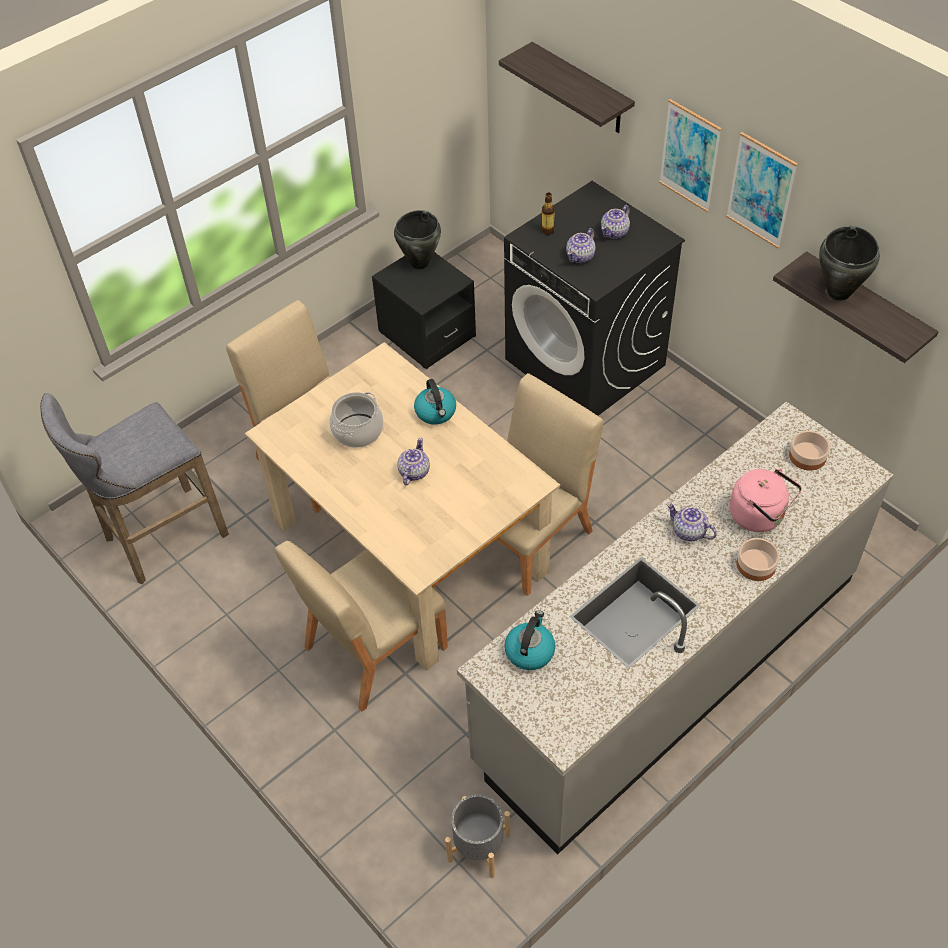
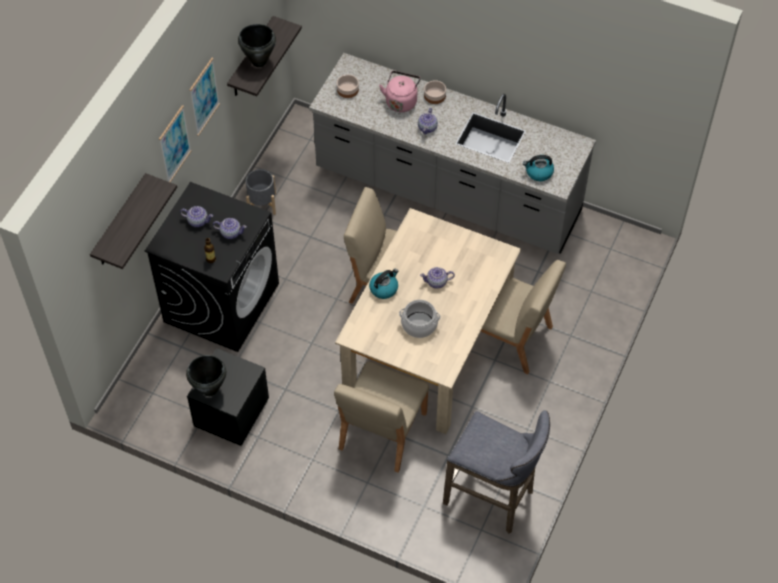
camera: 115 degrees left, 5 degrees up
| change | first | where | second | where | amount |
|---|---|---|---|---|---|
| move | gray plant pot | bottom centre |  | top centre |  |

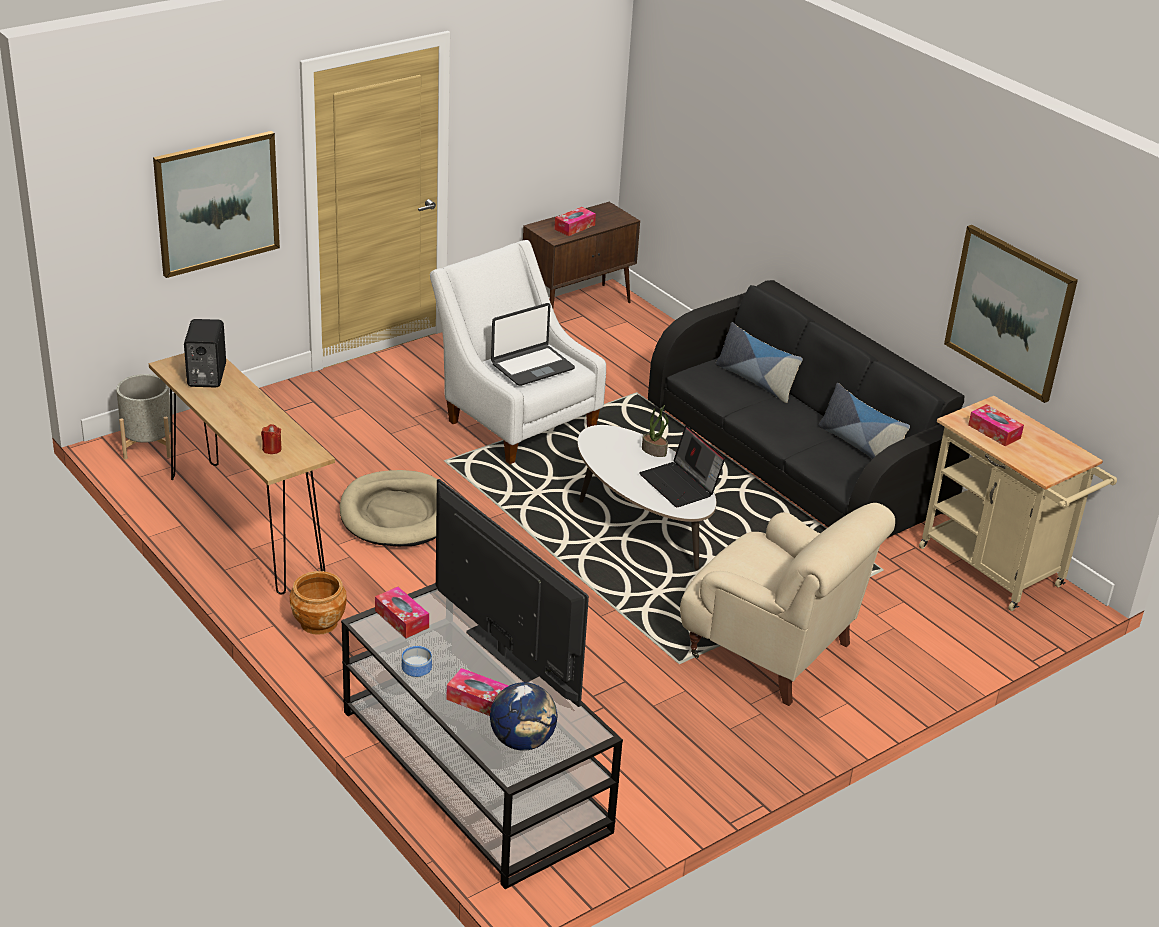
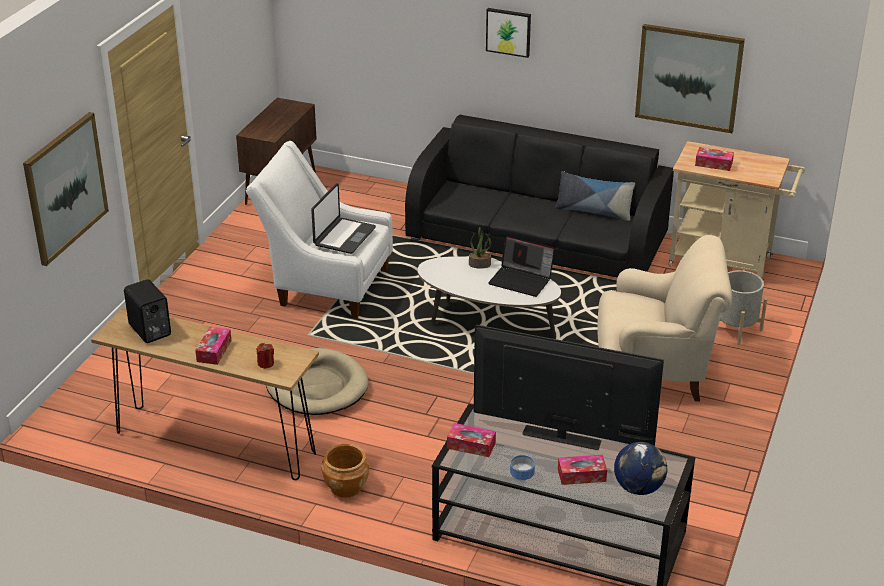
camera: 30 degrees left, 0 degrees up
| change | first | where | second | where | amount |
|---|---|---|---|---|---|
| move | tissue holder (3rd from left in the first image) | top centre | tissue holder (1st from left) | middle left |  |
| insert |  |  | wall picture (2nd from left) | top centre |  |
| move | gray plant pot | middle left |  | middle right |  |
| delete | pillow (1st from left) | centre |  |  |  |

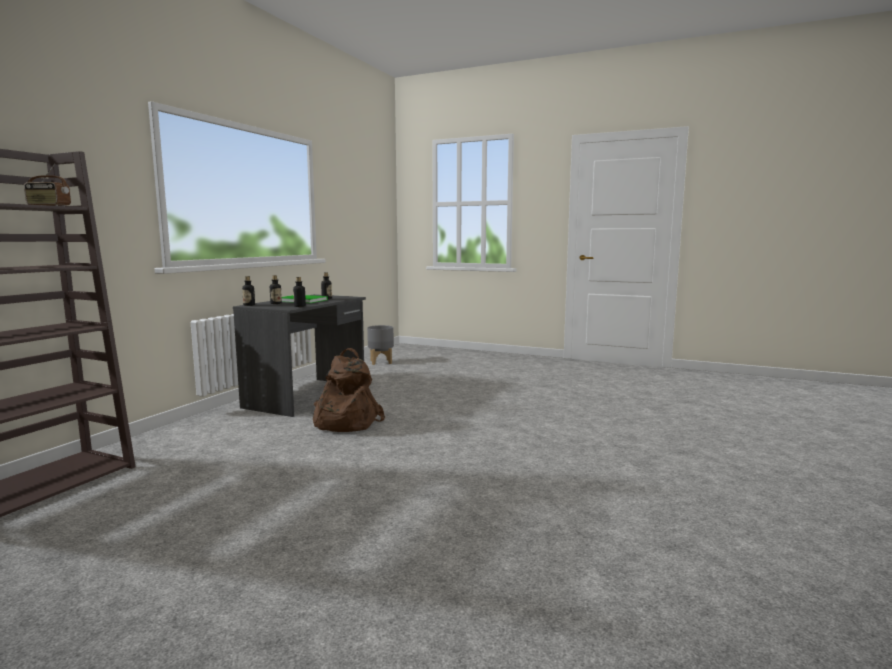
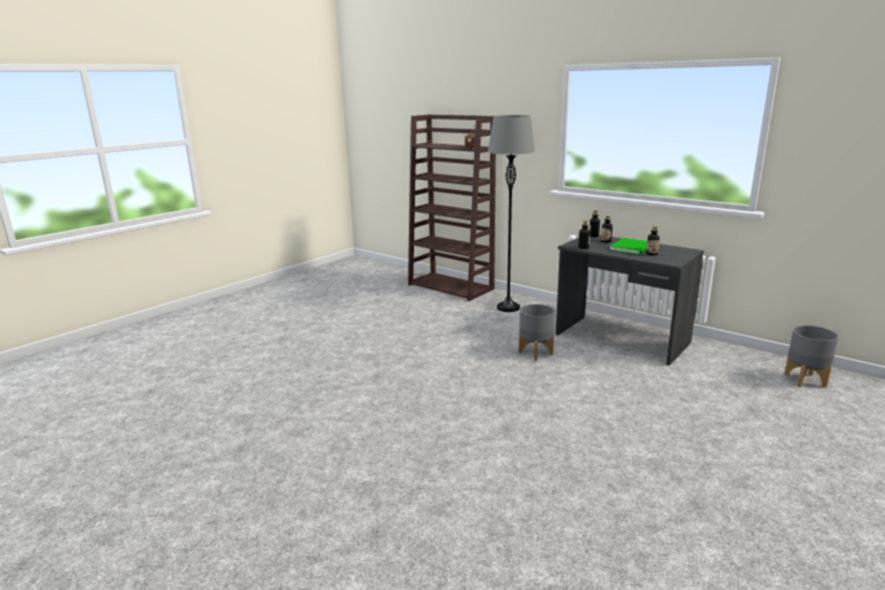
camera: 105 degrees right, 10 degrees up
| change | first | where | second | where | amount |
|---|---|---|---|---|---|
| insert |  |  | gray standing lamp | centre |  |
| replace | brownish knapsack | centre | gray plant pot (1st from left) | centre |  |

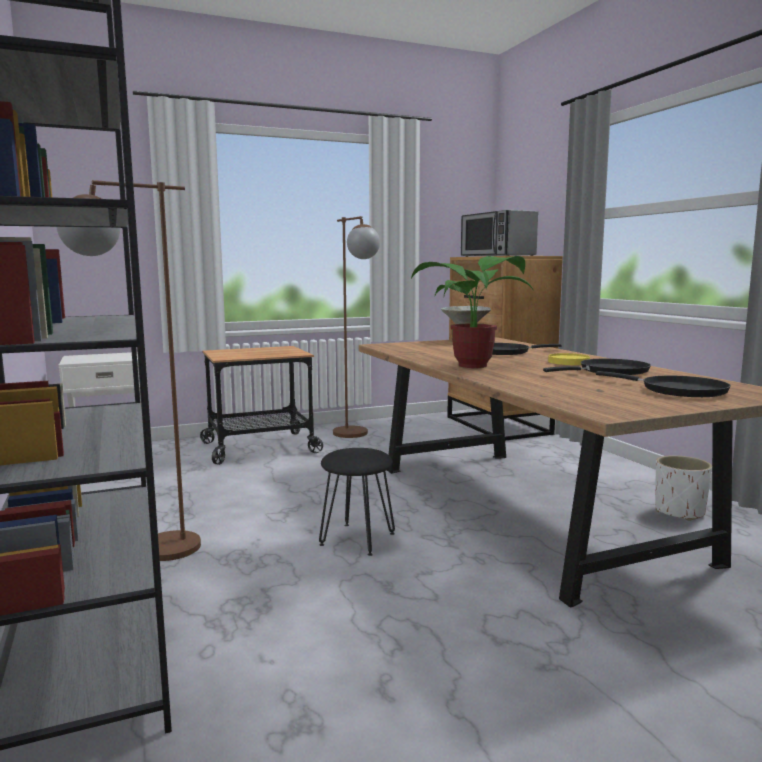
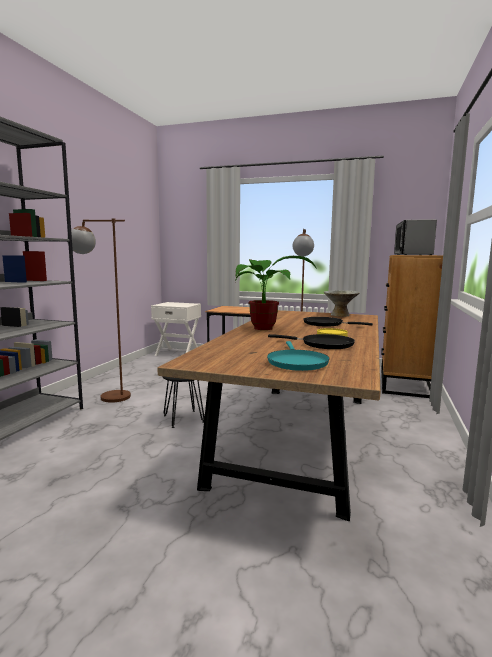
camera: 40 degrees right, 0 degrees up
| change | first | where | second | where | amount |
|---|---|---|---|---|---|
| recolor | black-coloured pan (3rd from left) | middle right | turquoise-coloured pan | centre |  |
| delete | whitish plant pot | middle right |  |  |  |

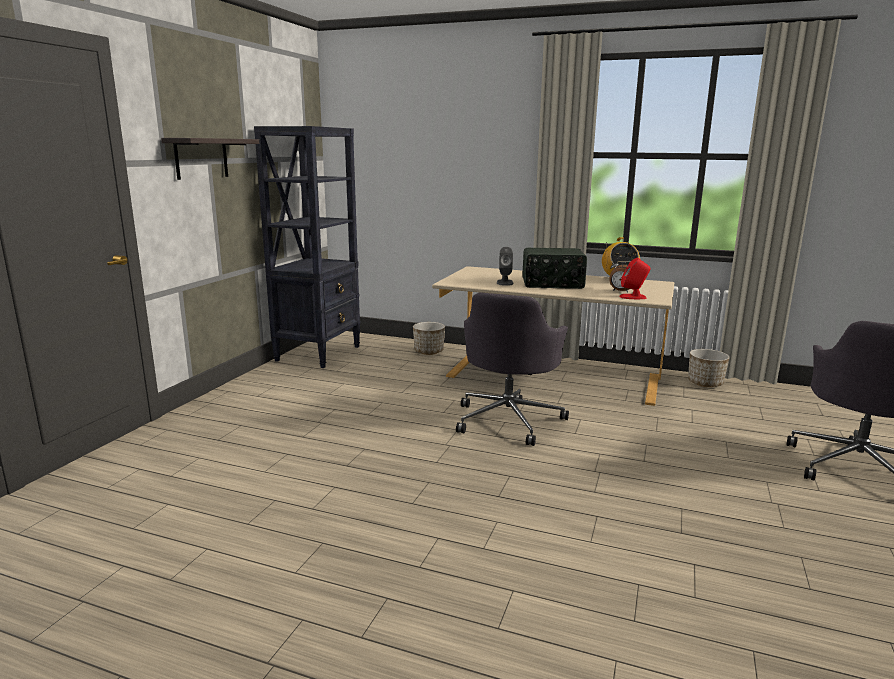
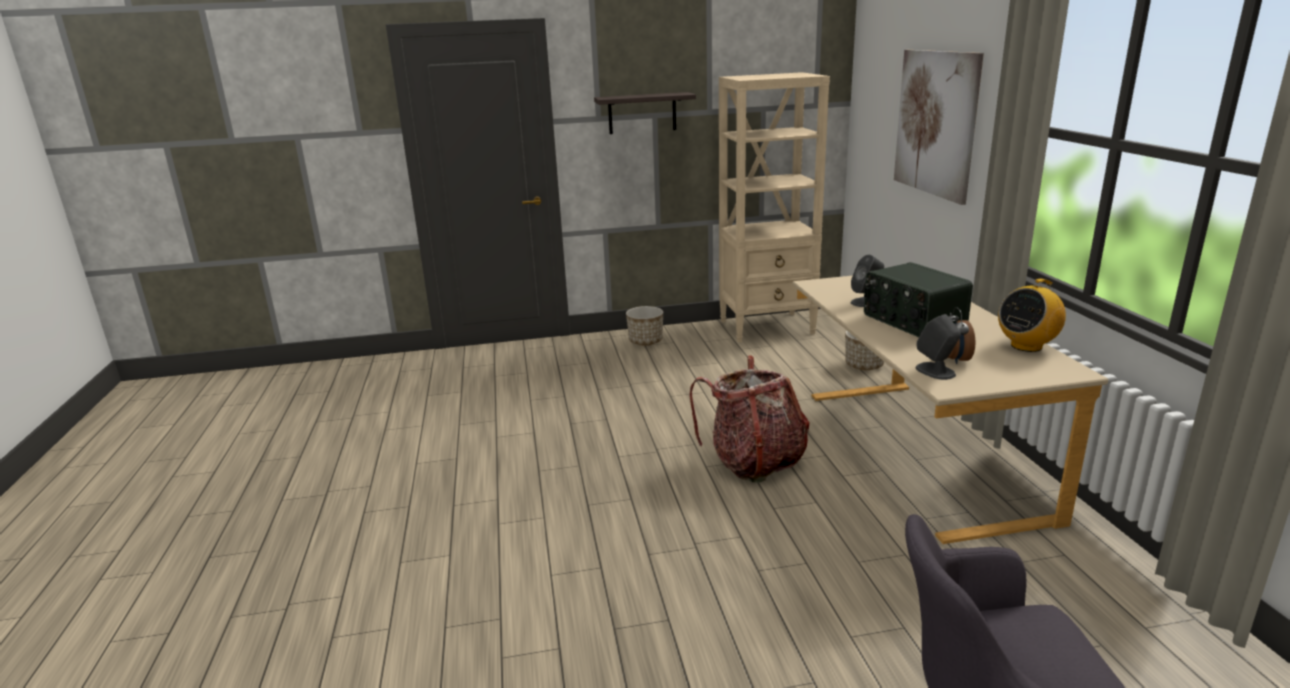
camera: 60 degrees right, 5 degrees up
| change | first | where | second | where | amount |
|---|---|---|---|---|---|
| move | plant pot (2nd from left in the first image) | middle right | plant pot (1st from left) | centre |  |
| replace | gray desk chair (1st from left) | centre | knapsack | centre |  |
| recolor | black-coloured bookshelf | centre | beige-coloured bookshelf | top centre |  |
| insert |  |  | wall picture | top right |  |
| recolor | red-coloured loudspeaker | middle right | gray loudspeaker (2nd from left) | middle right |  |

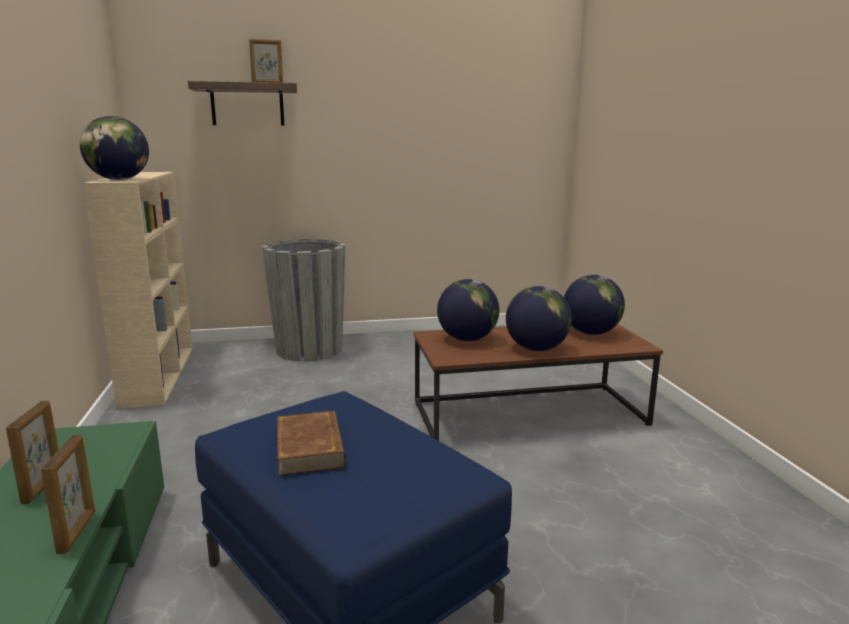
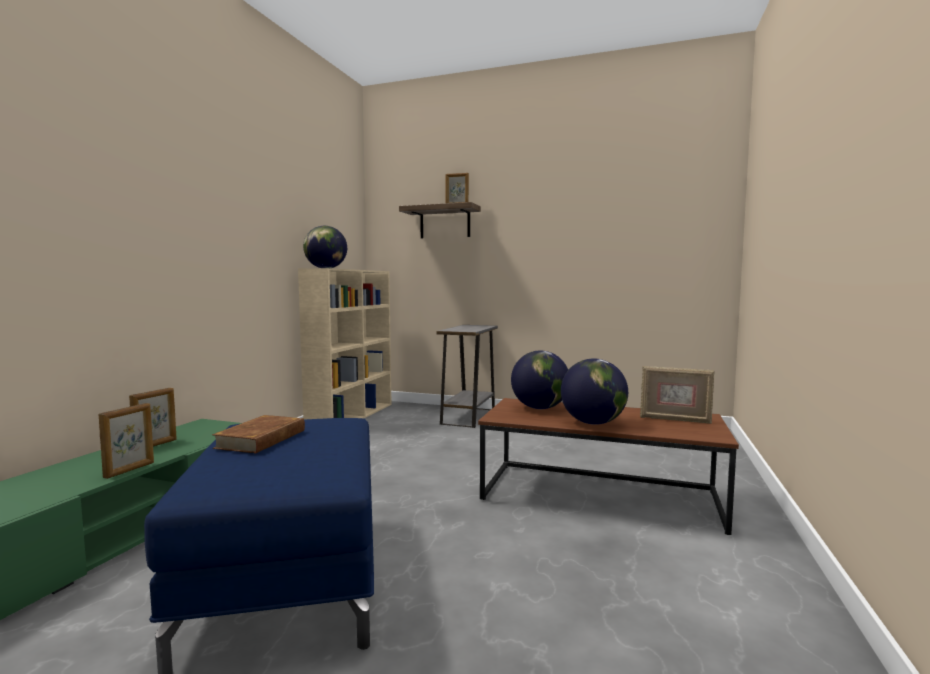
camera: 30 degrees right, 10 degrees down
| change | first | where | second | where | amount |
|---|---|---|---|---|---|
| replace | gray plant pot | centre | gray accent table | centre |  |
| replace | world globe (4th from left) | middle right | picture frame (4th from left) | middle right |  |

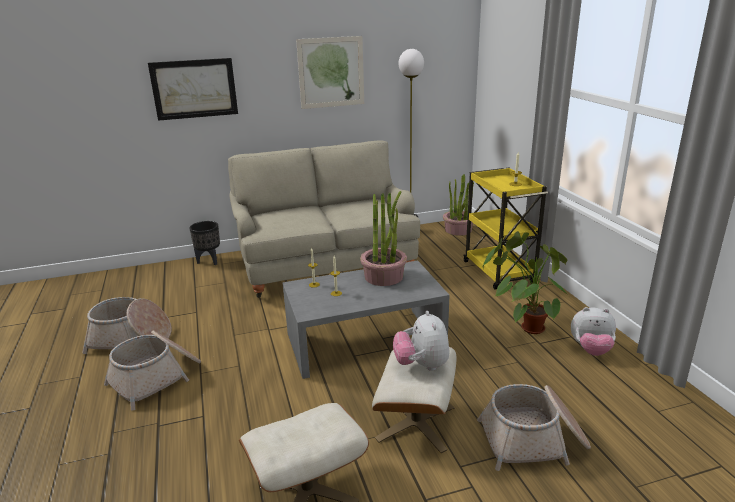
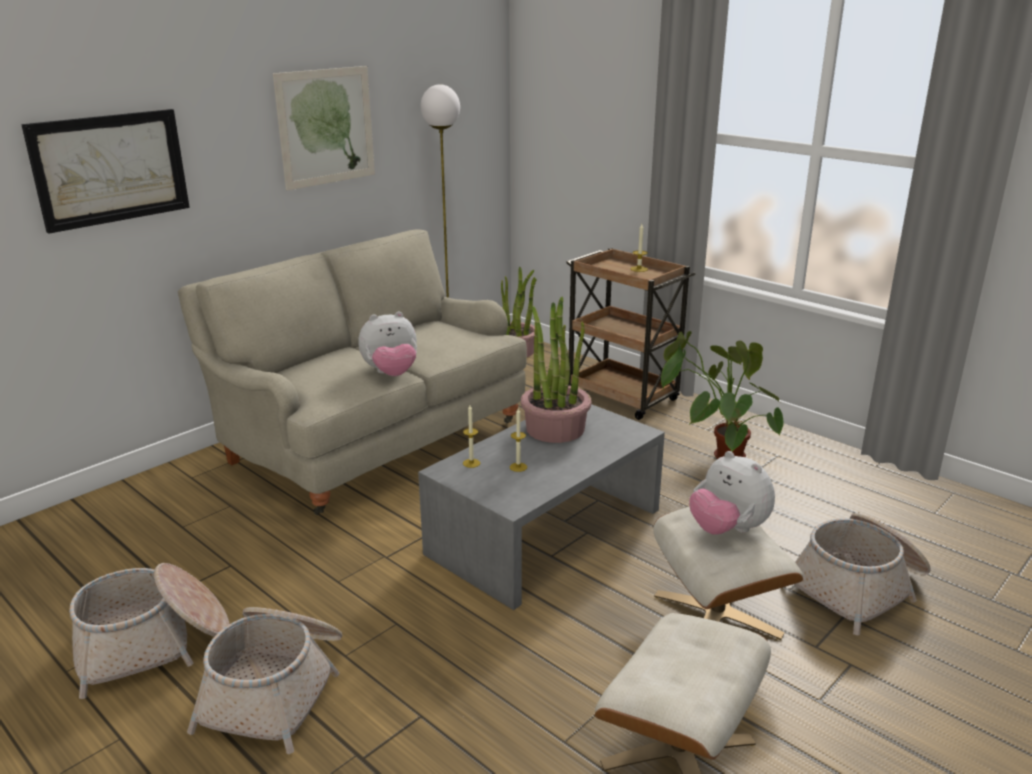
camera: 30 degrees left, 0 degrees up
| change | first | where | second | where | amount |
|---|---|---|---|---|---|
| move | cuddly toy (2nd from left in the first image) | middle right | cuddly toy (1st from left) | centre |  |
| recolor | yellow trolley | middle right | brownish trolley | centre |  |
| delete | black-coloured plant pot | middle left |  |  |  |

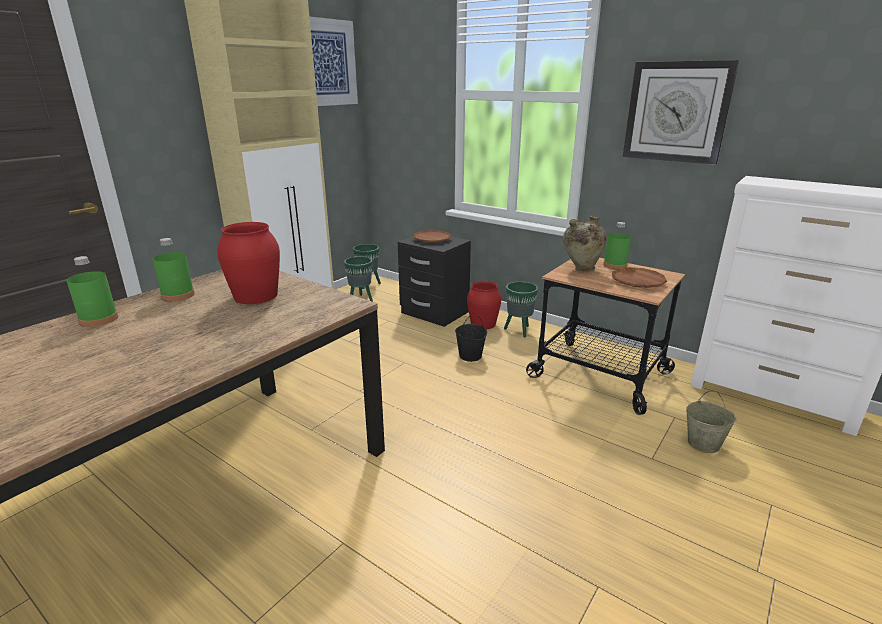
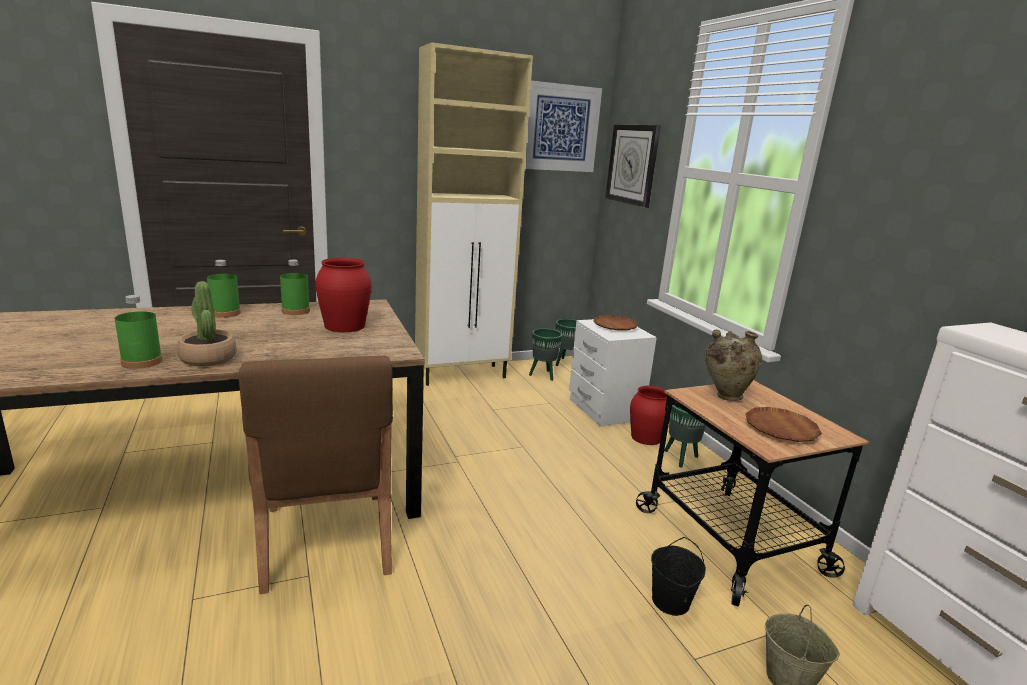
camera: 30 degrees right, 5 degrees down
| change | first | where | second | where | amount |
|---|---|---|---|---|---|
| move | green-coloured beverage bottle (3rd from left in the first image) | middle right | green-coloured beverage bottle (1st from left) | middle left |  |
| insert |  |  | houseplant | middle left |  |
| insert |  |  | brownish chair | bottom left |  |
| recolor | black-coloured nightstand | centre | whitish nightstand | centre |  |
| move | clock on the wall | top right |  | top centre |  |
| move | black-coloured pail | centre |  | bottom centre |  |

